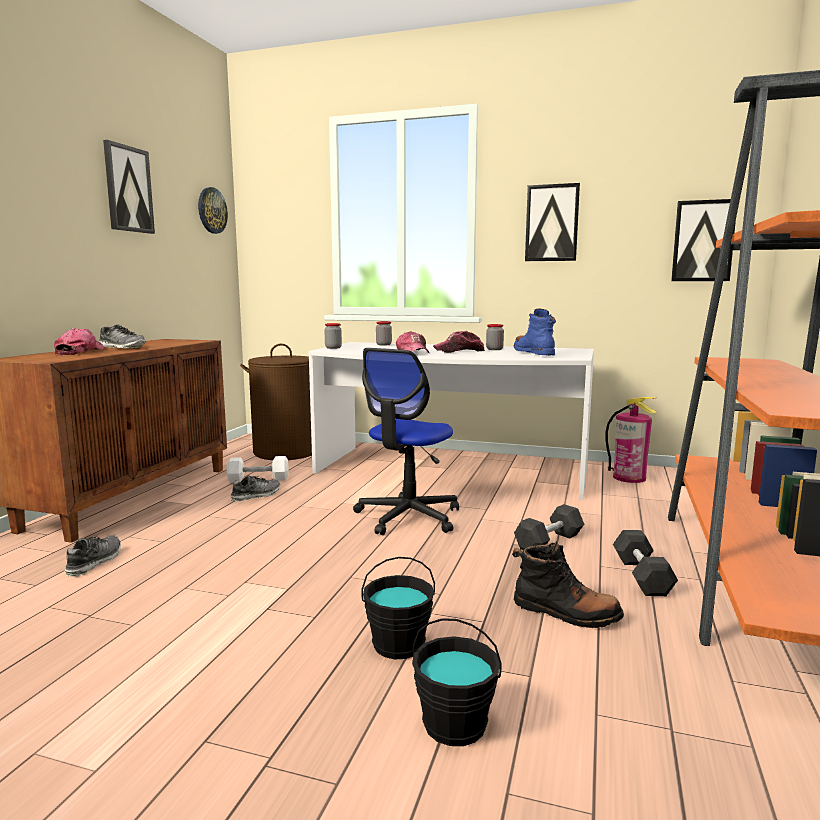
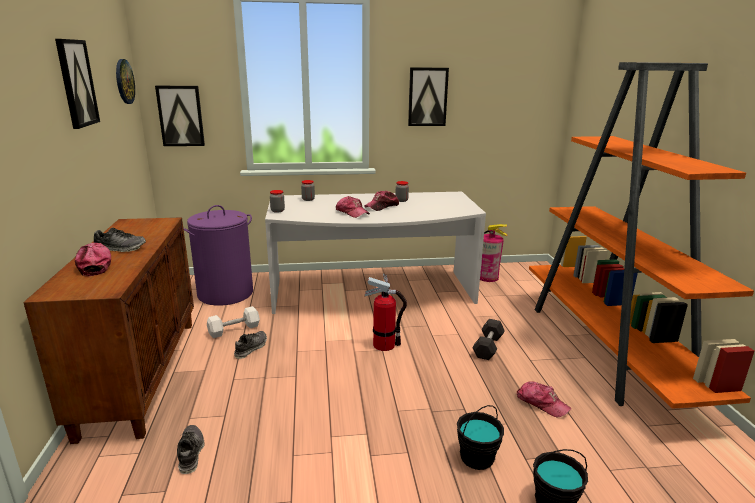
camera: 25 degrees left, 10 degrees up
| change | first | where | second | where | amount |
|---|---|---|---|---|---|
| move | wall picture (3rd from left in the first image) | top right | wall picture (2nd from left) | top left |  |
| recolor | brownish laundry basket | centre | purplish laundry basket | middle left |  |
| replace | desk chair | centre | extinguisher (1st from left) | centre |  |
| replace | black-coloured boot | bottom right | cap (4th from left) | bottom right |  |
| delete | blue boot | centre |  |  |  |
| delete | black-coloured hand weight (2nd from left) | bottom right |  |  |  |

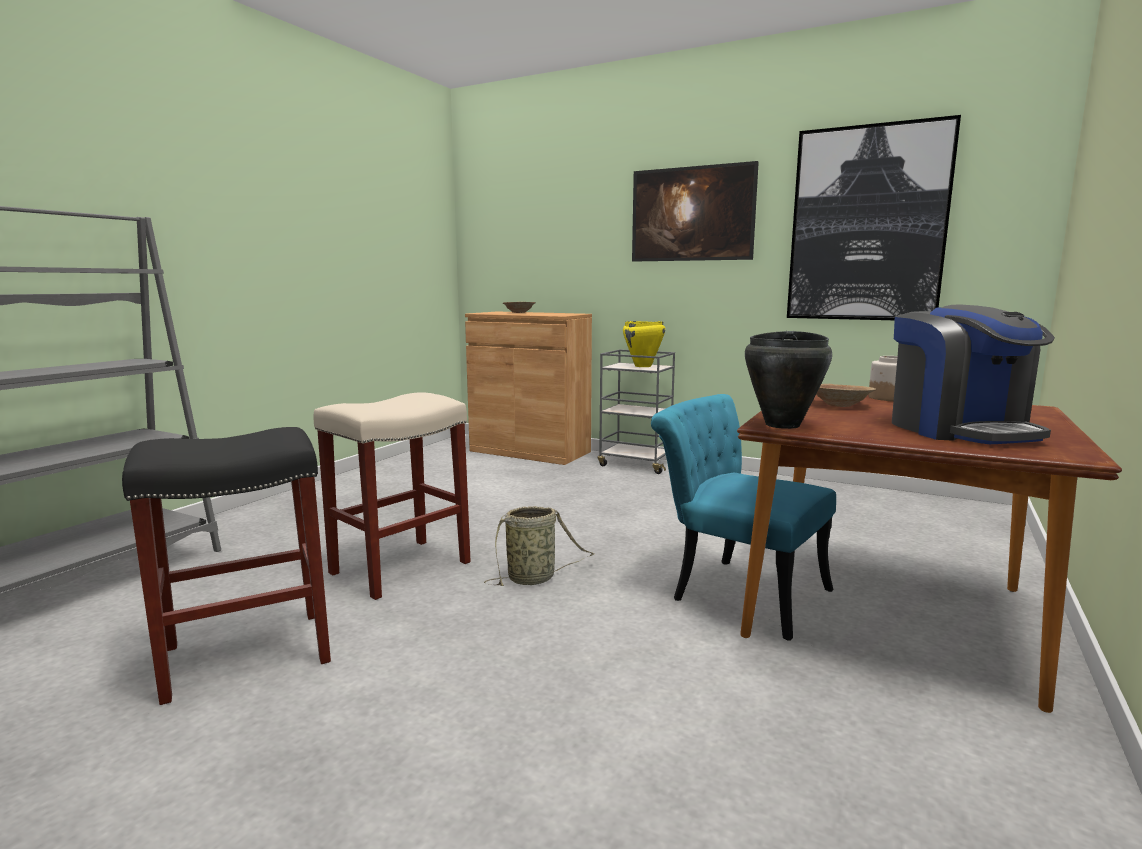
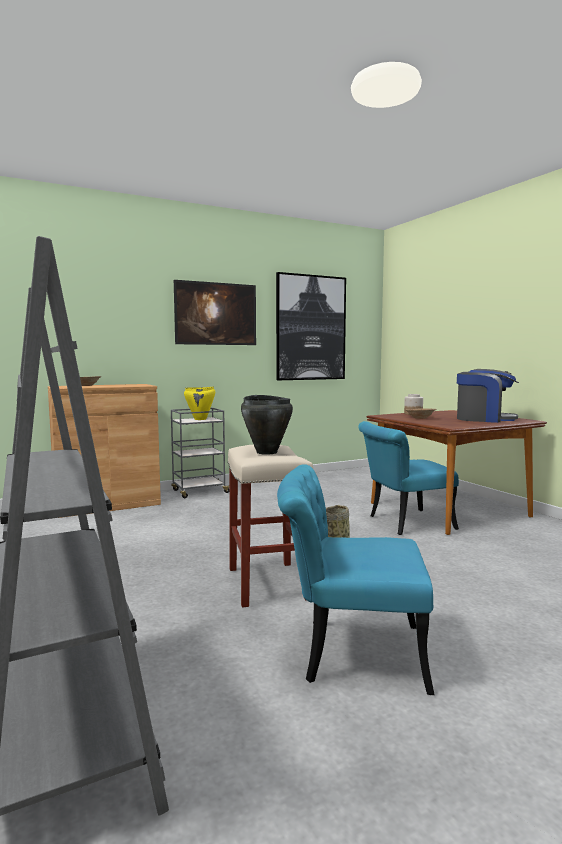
camera: 55 degrees left, 5 degrees down
| change | first | where | second | where | amount |
|---|---|---|---|---|---|
| move | black-coloured saucepot | middle right |  | centre |  |
| replace | black-coloured sitting stool | bottom left | turquoise-coloured chair (1st from left) | bottom centre |  |

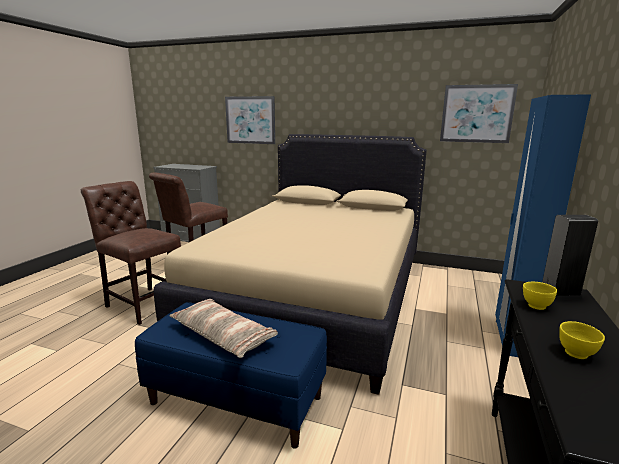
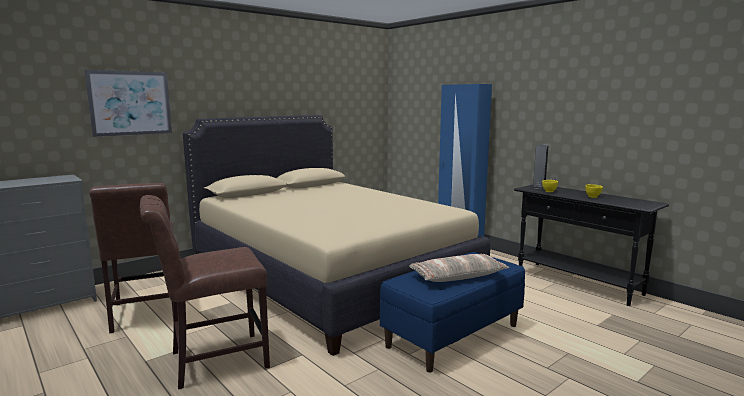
camera: 60 degrees left, 5 degrees down
| change | first | where | second | where | amount |
|---|---|---|---|---|---|
| delete | wall picture (2nd from left) | top right |  |  |  |

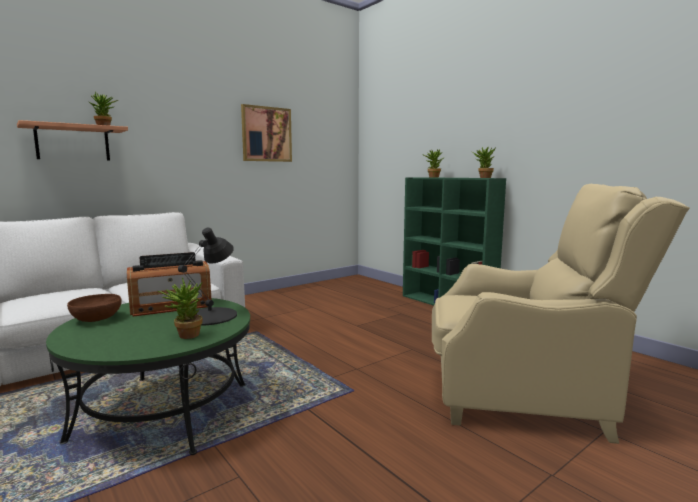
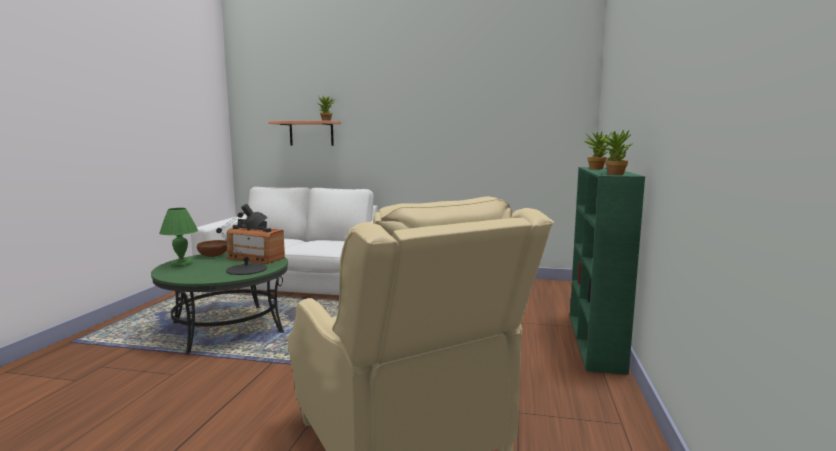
camera: 50 degrees right, 0 degrees up
| change | first | where | second | where | amount |
|---|---|---|---|---|---|
| insert |  |  | green-coloured lamp for a table | middle left |  |
| delete | houseplant (2nd from left) | middle left |  |  |  |
| delete | wall picture | top centre |  |  |  |

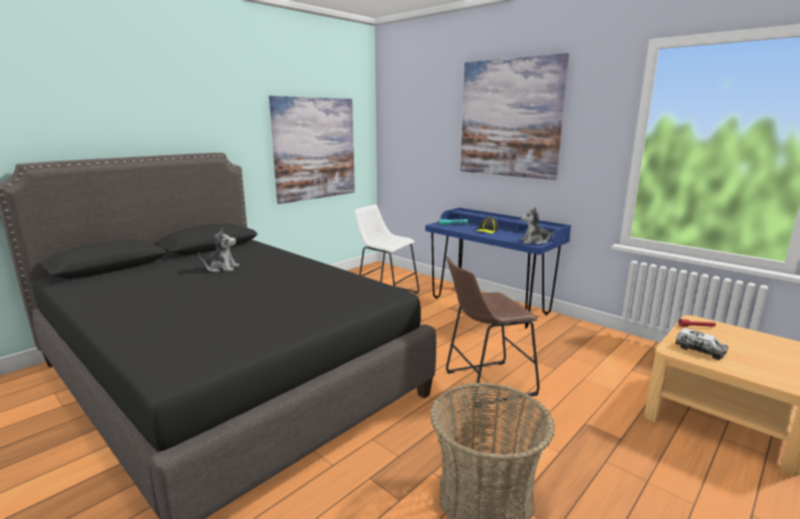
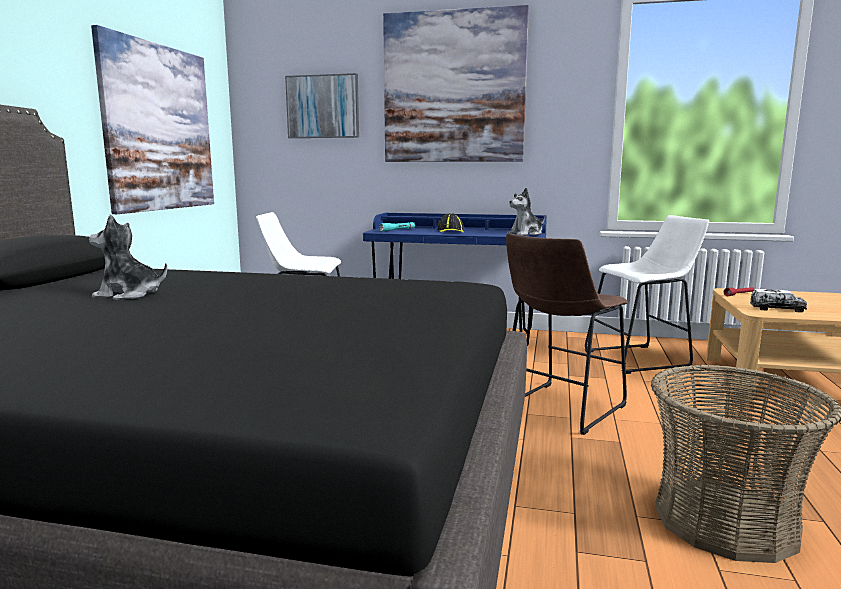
camera: 30 degrees left, 5 degrees down
| change | first | where | second | where | amount |
|---|---|---|---|---|---|
| rotate | cuddly toy (1st from left) | middle left |  | middle left | 150 degrees counterclockwise |
| insert |  |  | wall picture (2nd from left) | top centre |  |
| insert |  |  | whitish sitting stool (2nd from left) | middle right |  |

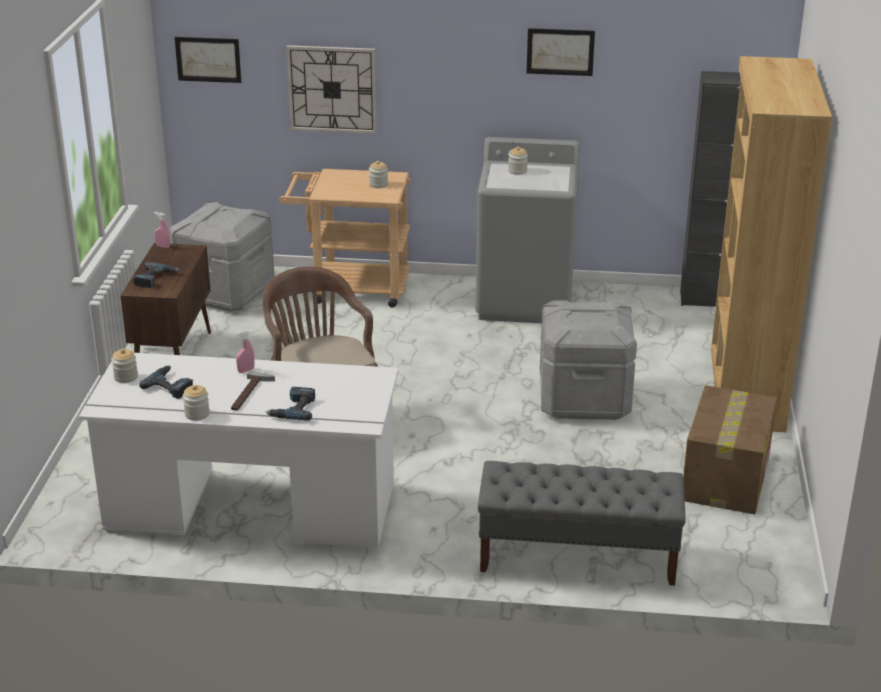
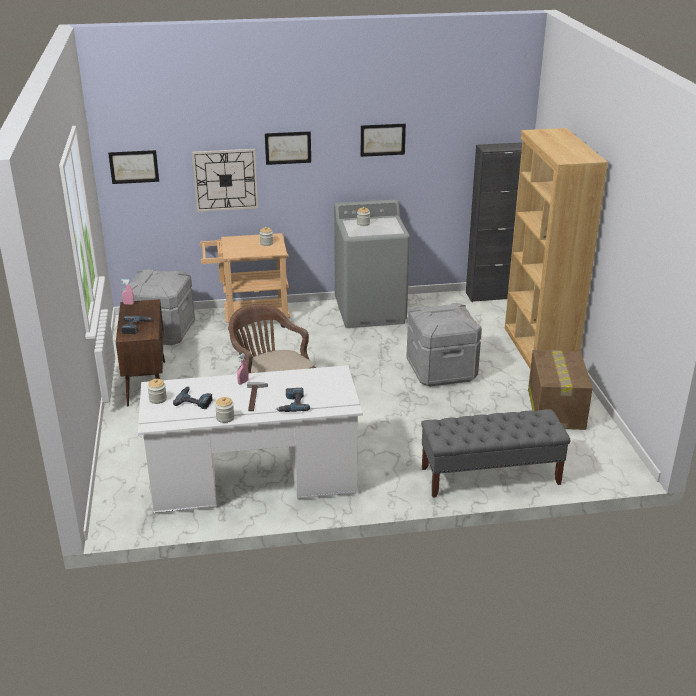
camera: 15 degrees left, 0 degrees up
| change | first | where | second | where | amount |
|---|---|---|---|---|---|
| insert |  |  | wall picture (2nd from left) | top centre |  |

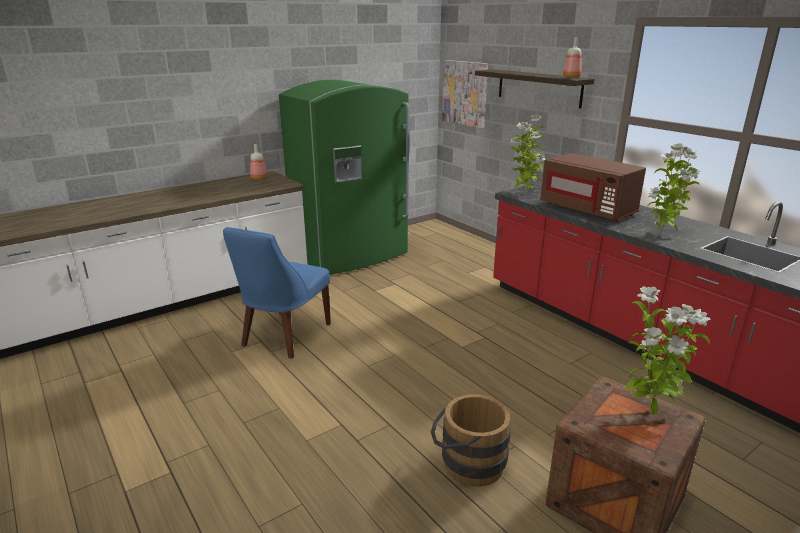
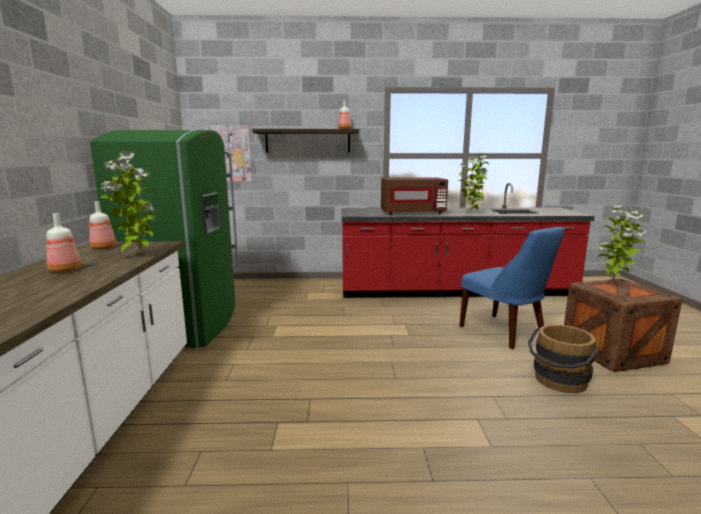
camera: 55 degrees left, 10 degrees down
| change | first | where | second | where | amount |
|---|---|---|---|---|---|
| insert |  |  | beverage bottle (1st from left) | middle left |  |
| move | houseplant (1st from left) | top centre |  | middle left |  |
| move | blue chair | centre |  | middle right |  |

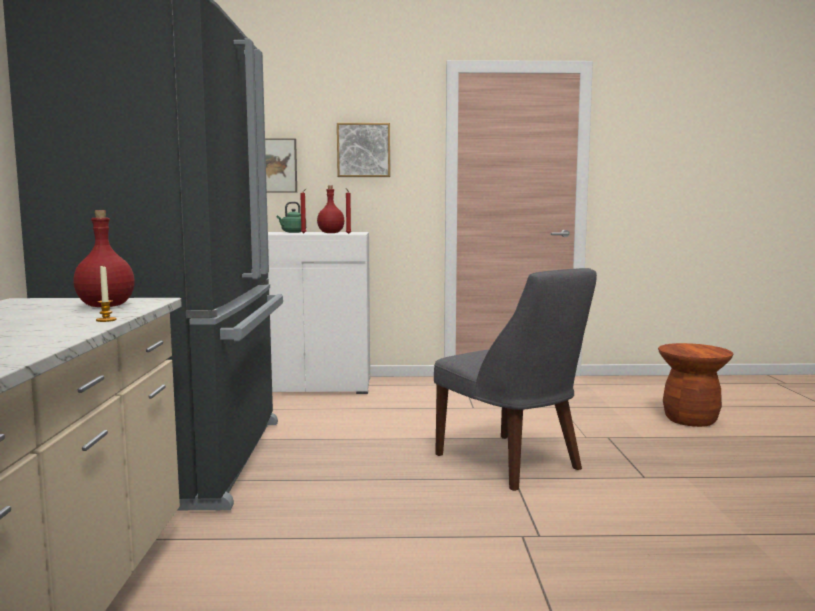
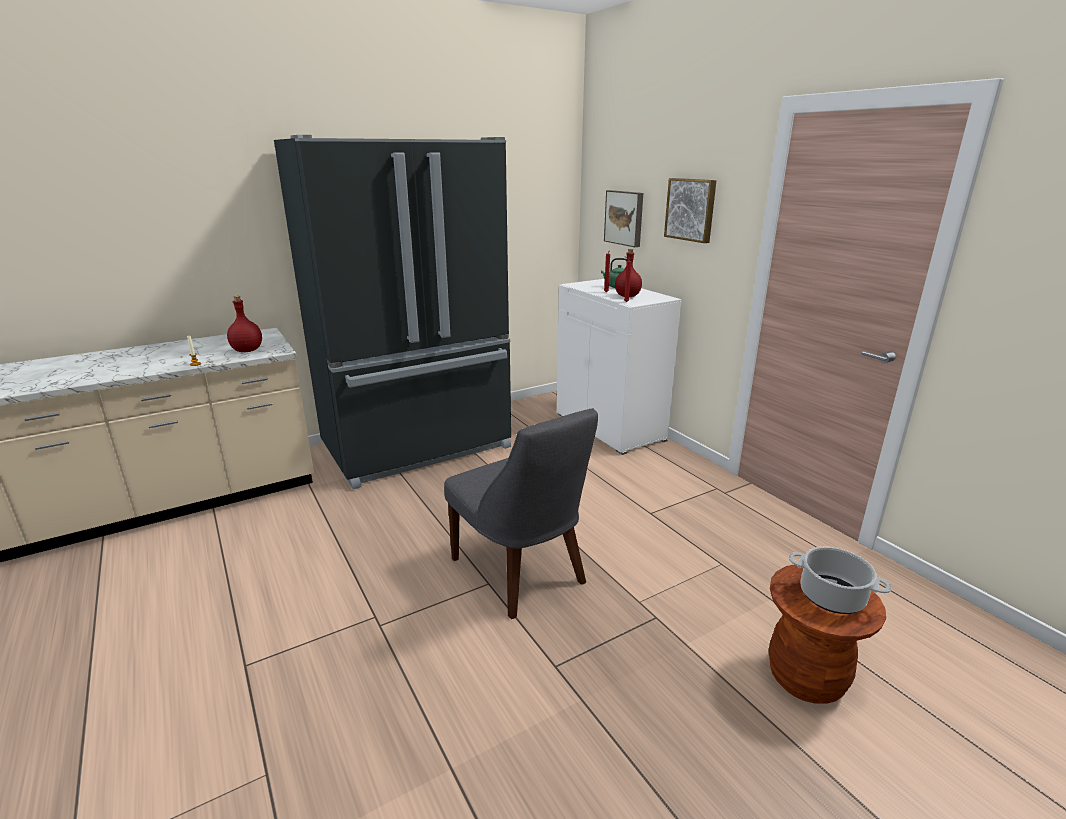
camera: 60 degrees right, 15 degrees up
| change | first | where | second | where | amount |
|---|---|---|---|---|---|
| rotate | gray chair | centre |  | centre | 60 degrees counterclockwise |
| insert |  |  | saucepot | bottom right |  |

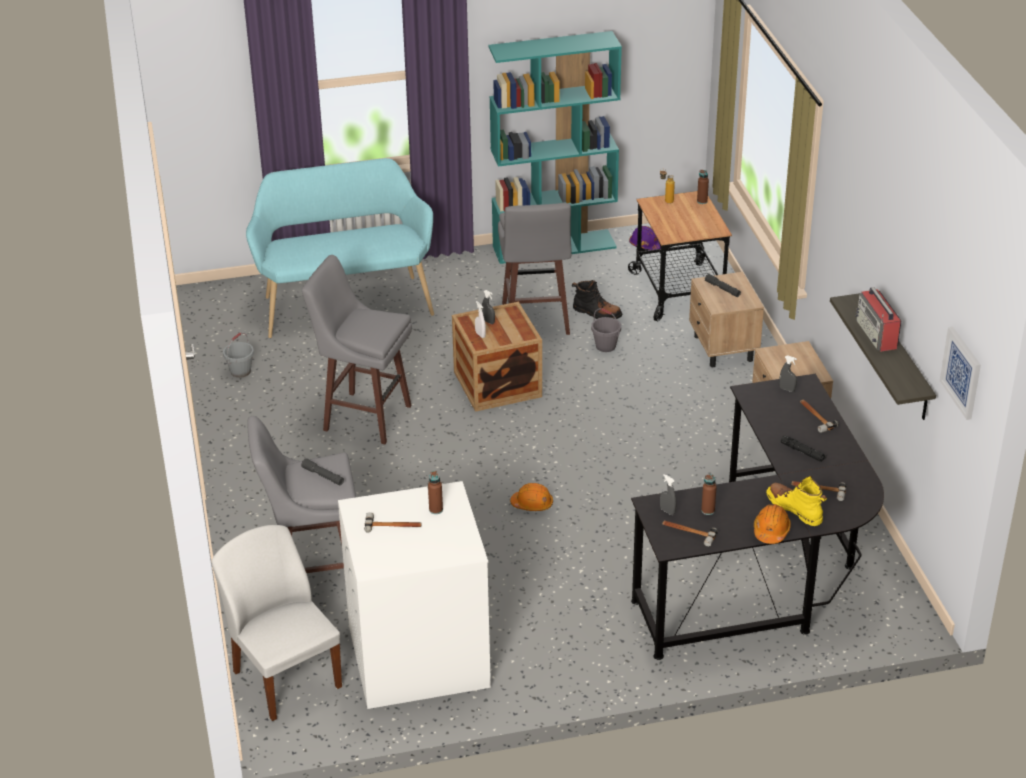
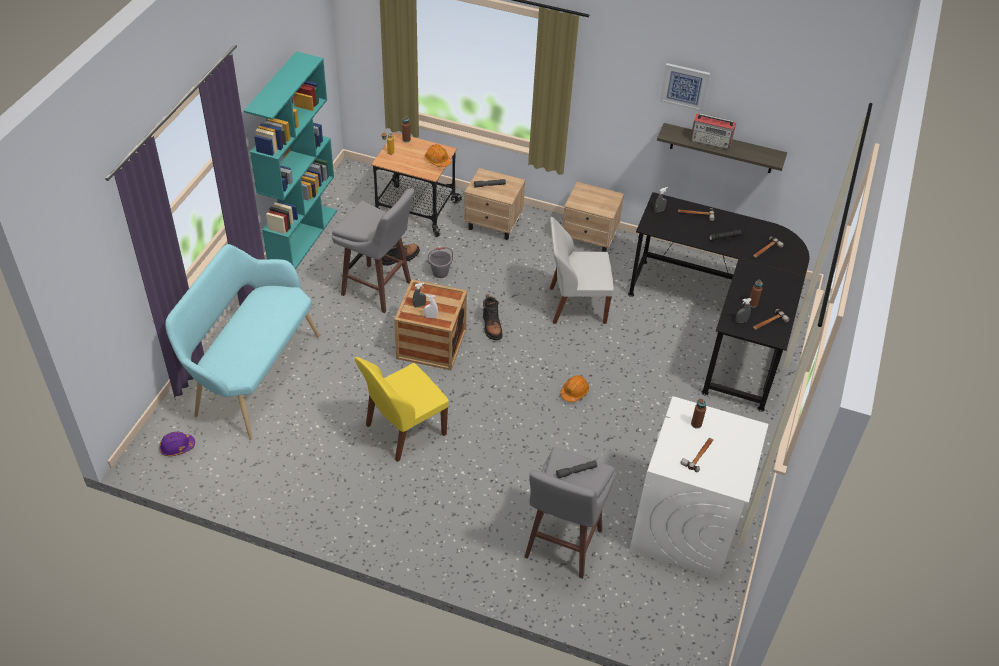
camera: 60 degrees left, 10 degrees up
| change | first | where | second | where | amount |
|---|---|---|---|---|---|
| move | purplish hard hat | top centre |  | bottom left |  |
| replace | gray sitting stool (2nd from left) | centre | yellow chair | centre |  |
| move | orange hard hat (2nd from left in the first image) | bottom right | orange hard hat (1st from left) | top centre |  |
| insert |  |  | black-coloured boot (2nd from left) | centre |  |
| move | whitish chair | bottom left |  | centre |  |
| move | wall picture | middle right |  | top right |  |
| delete | gray pail (1st from left) | middle left |  |  |  |
| delete | yellow boot | middle right |  |  |  |

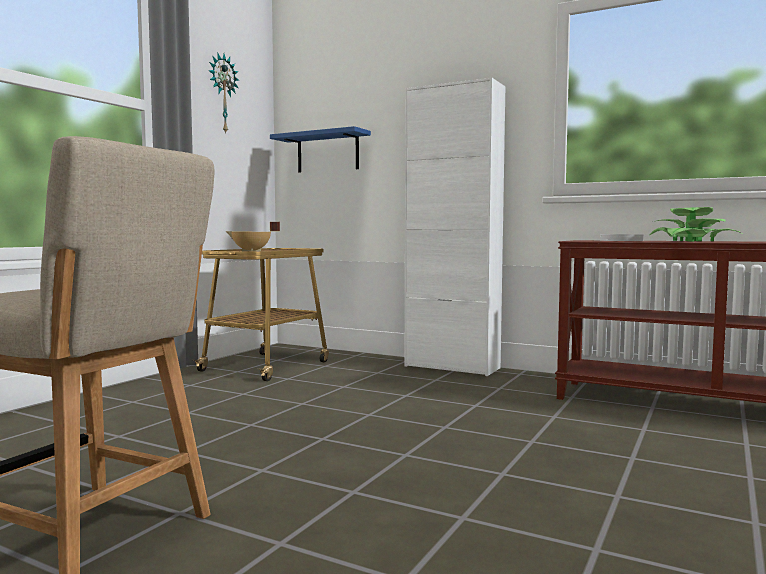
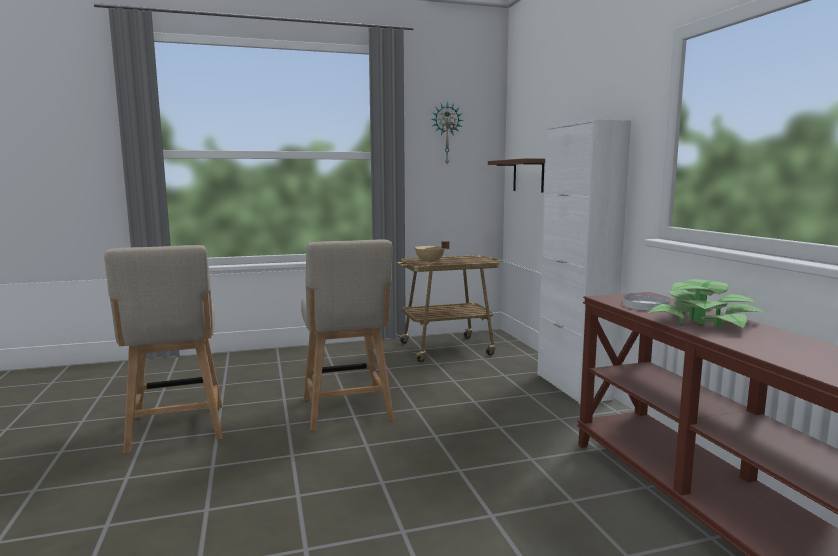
camera: 45 degrees right, 5 degrees up
| change | first | where | second | where | amount |
|---|---|---|---|---|---|
| insert |  |  | beige-coloured chair (2nd from left) | centre |  |
| recolor | blue wall shelf | top centre | brownish wall shelf | top centre |  |

